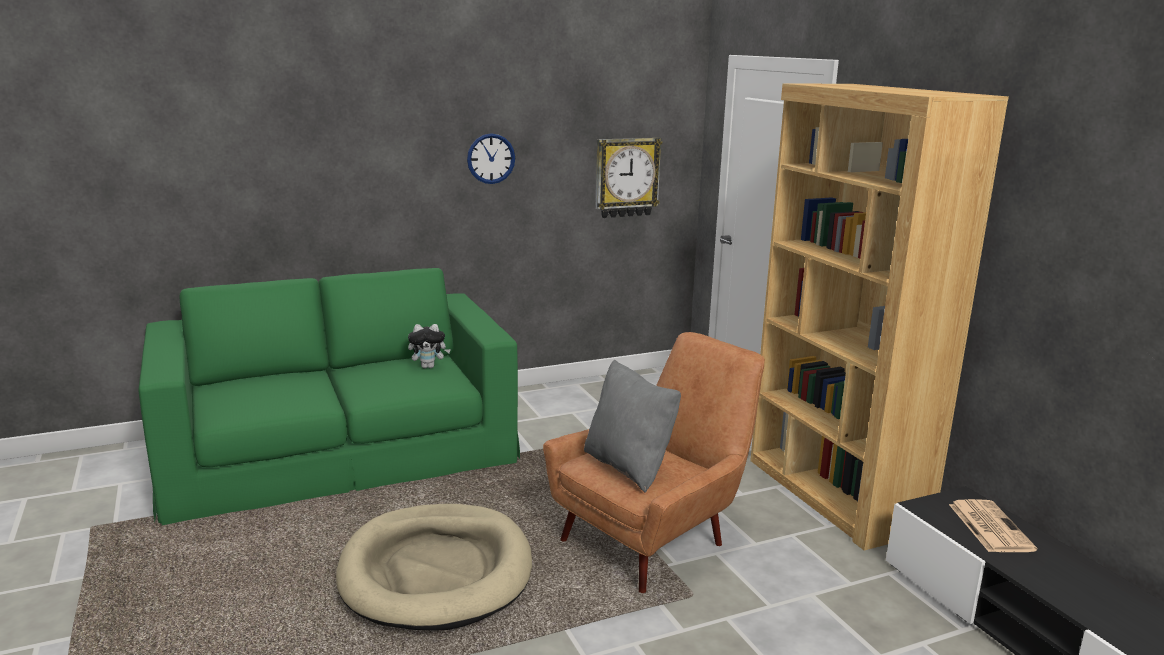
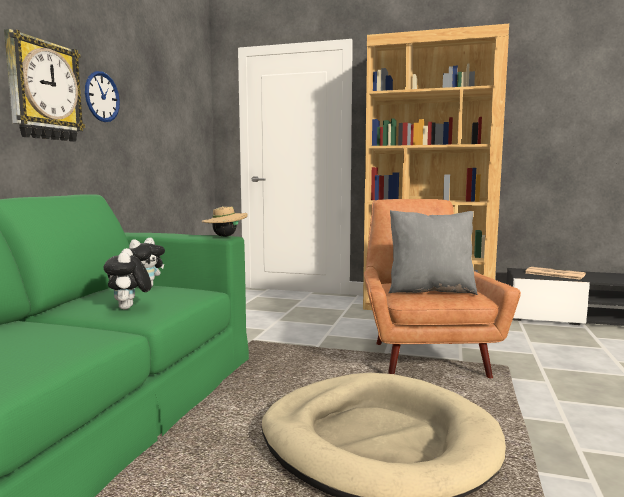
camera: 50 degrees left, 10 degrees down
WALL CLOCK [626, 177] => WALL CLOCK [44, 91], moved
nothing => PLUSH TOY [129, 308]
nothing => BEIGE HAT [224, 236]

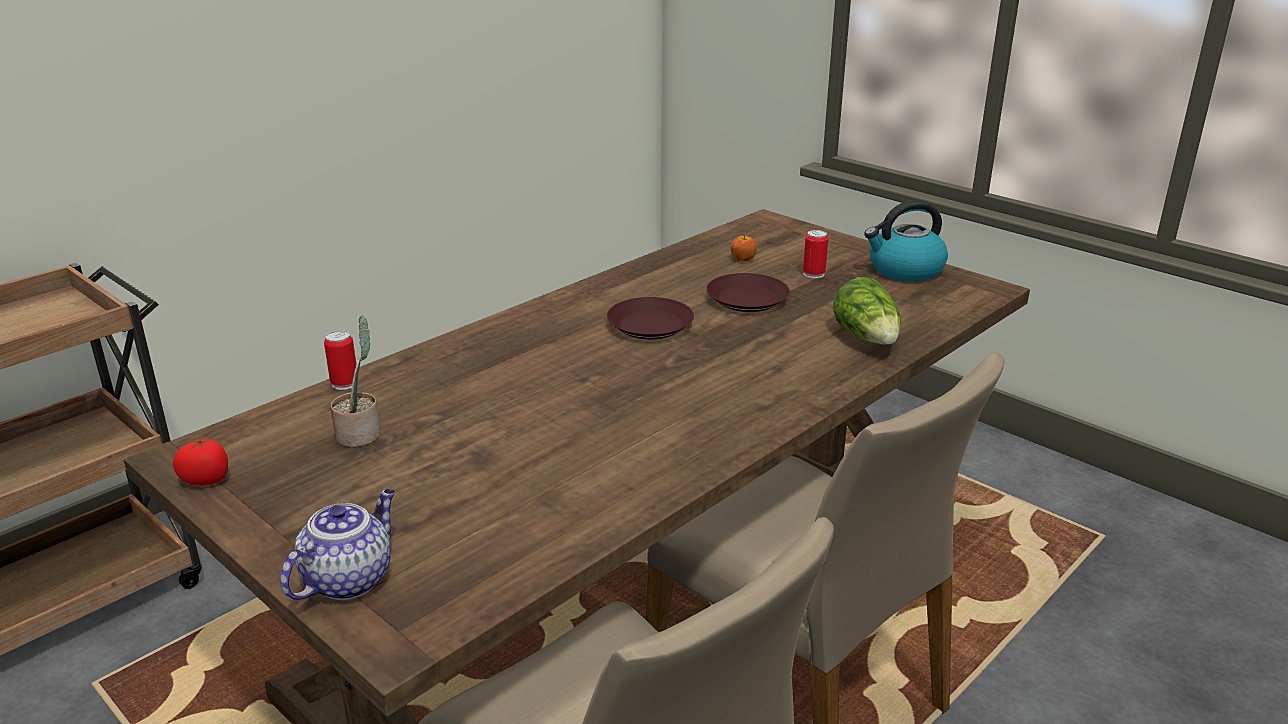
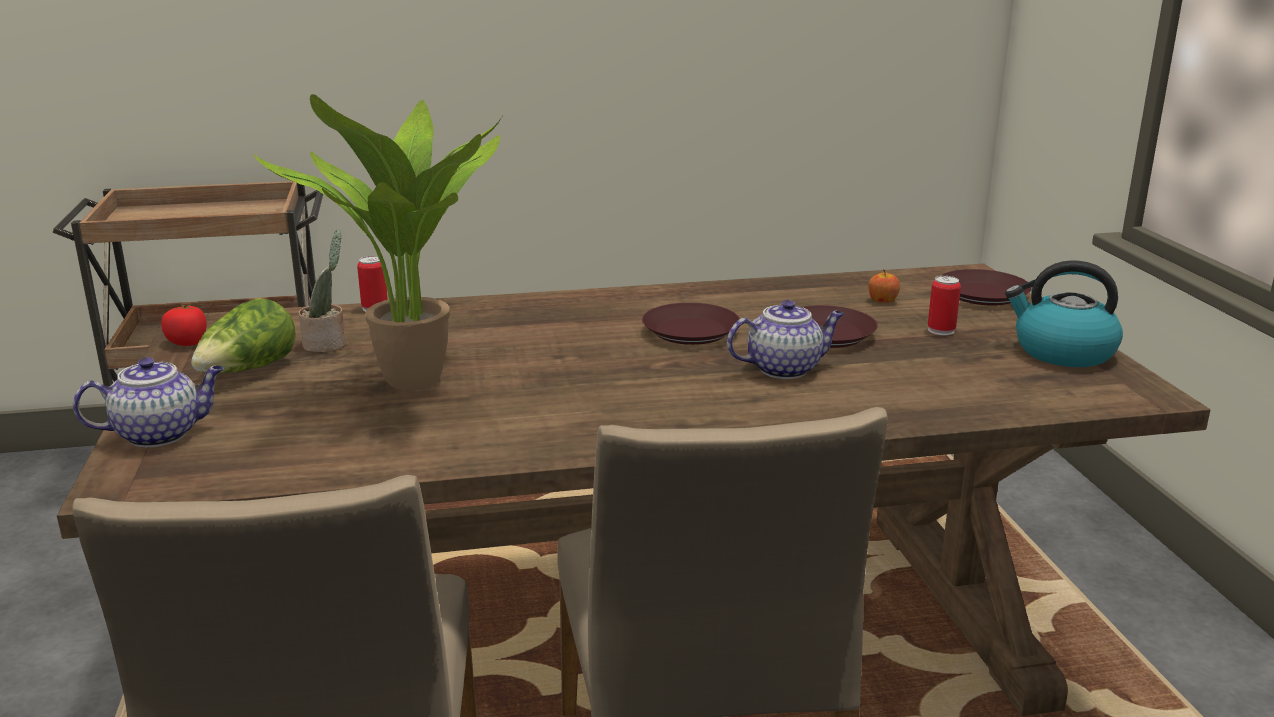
camera: 35 degrees right, 5 degrees down
LETTUCE [868, 339] => LETTUCE [248, 371], moved
nothing => POTTED PLANT [420, 384]
nothing => TEAPOT [785, 368]
nothing => BROWN PLATE [984, 294]

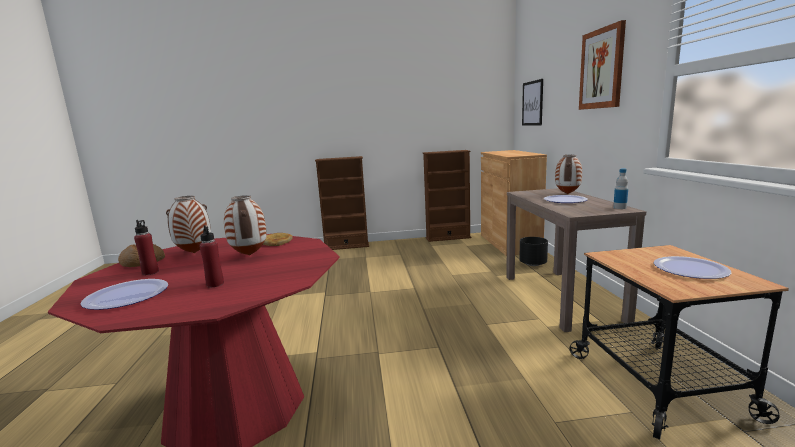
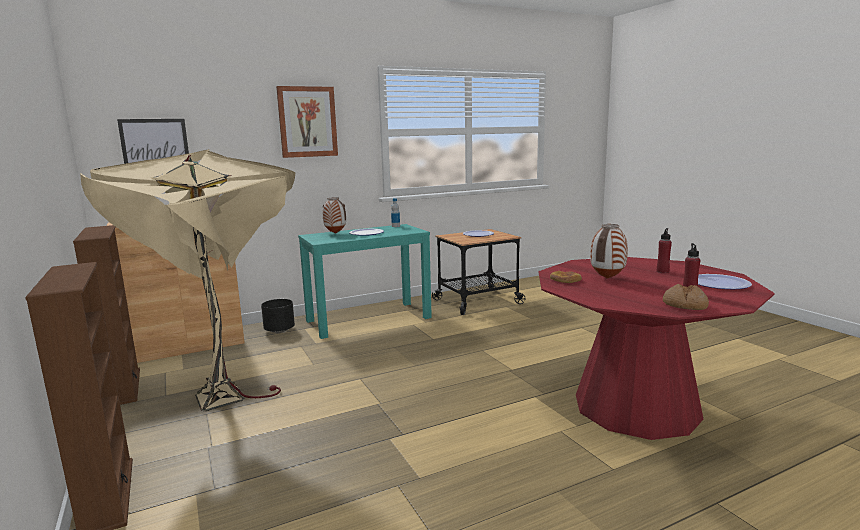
camera: 110 degrees left, 0 degrees up
VASE [194, 253] => nothing
BROWN CONSOLE TABLE [561, 297] => TURQUOISE CONSOLE TABLE [369, 319]
nothing => BEIGE FLOOR LAMP [221, 404]

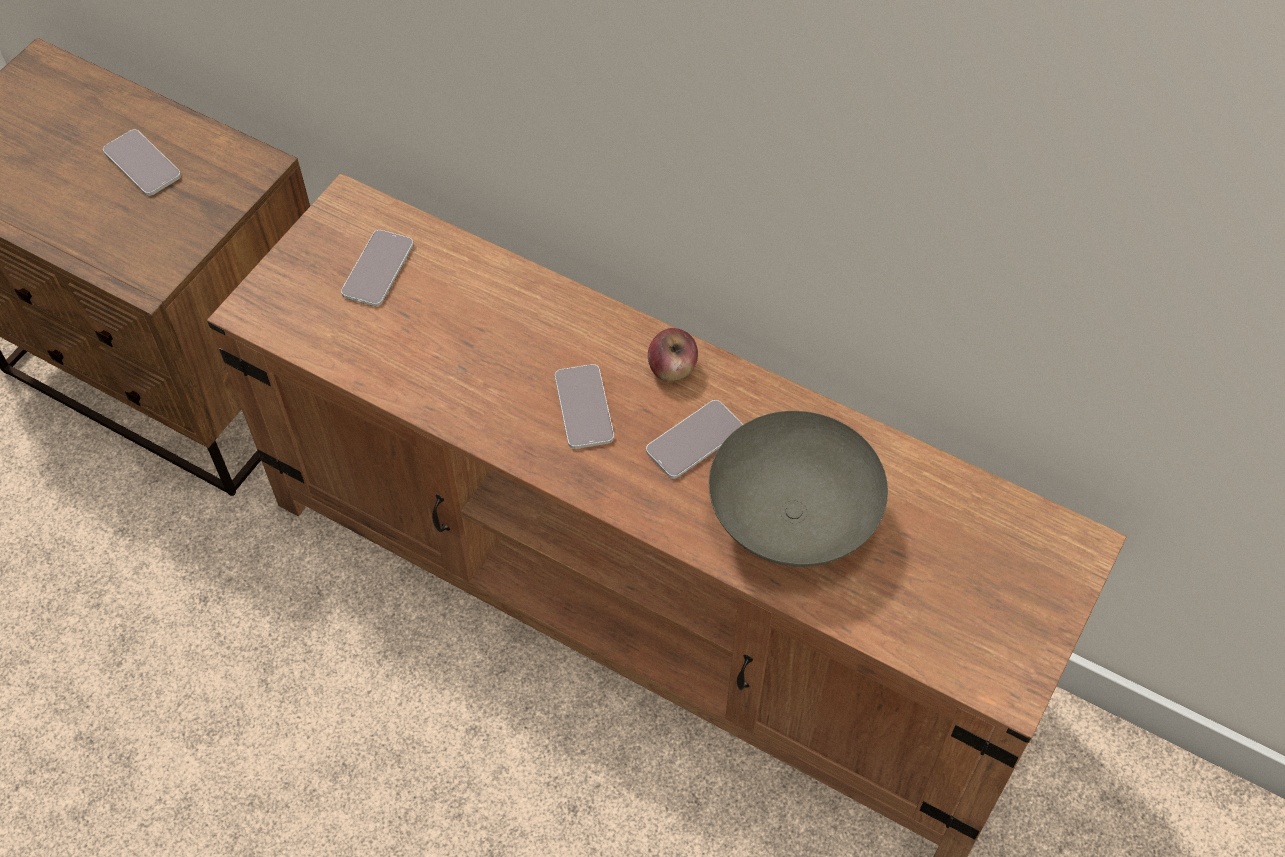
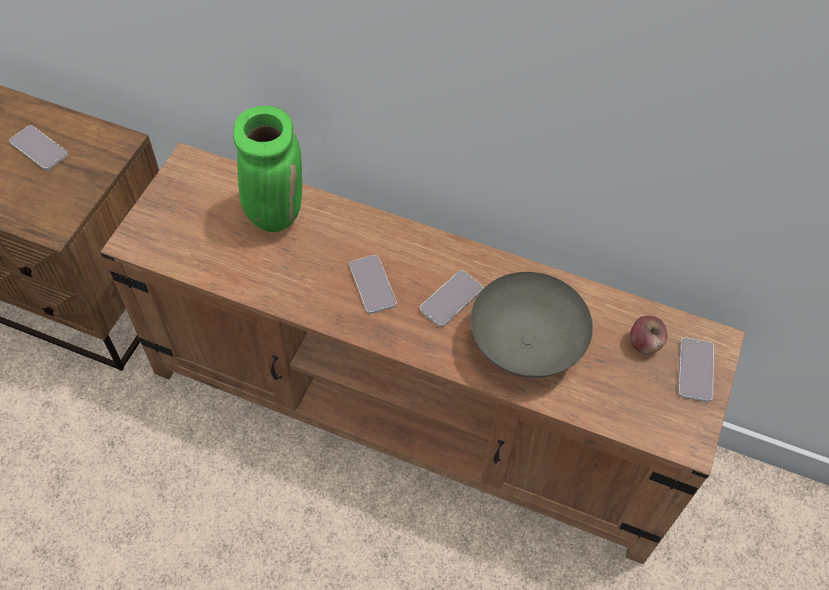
camera: 10 degrees left, 0 degrees up
PHONE [378, 269] => PHONE [695, 370], moved
APPLE [672, 368] => APPLE [644, 343], moved
nothing => GREEN VASE [274, 211]

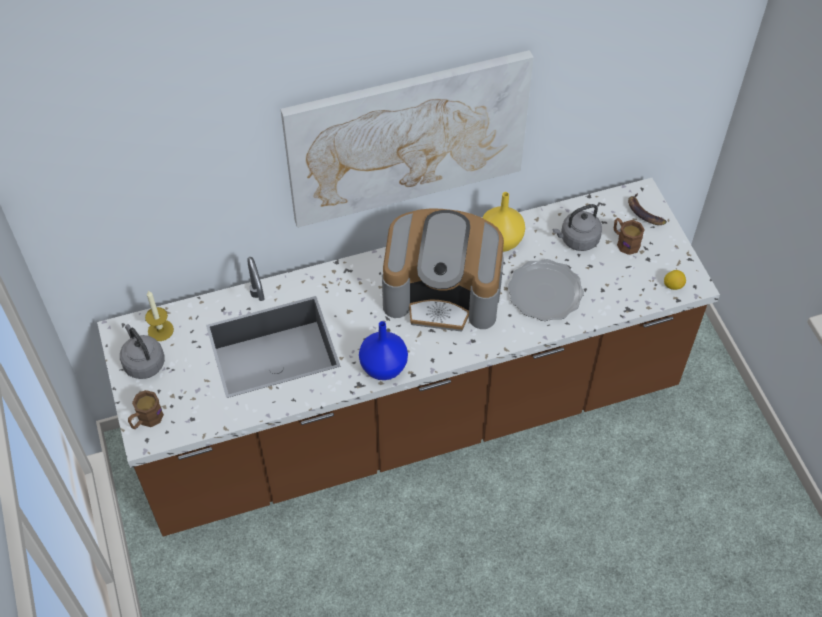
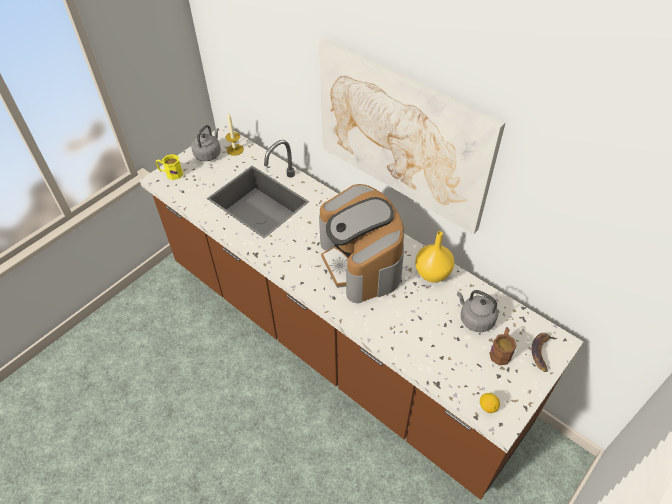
camera: 60 degrees right, 5 degrees down
BROWN MUG [146, 420] => YELLOW MUG [171, 173]
BLUE VASE [384, 367] => nothing
PLATE [545, 293] => nothing

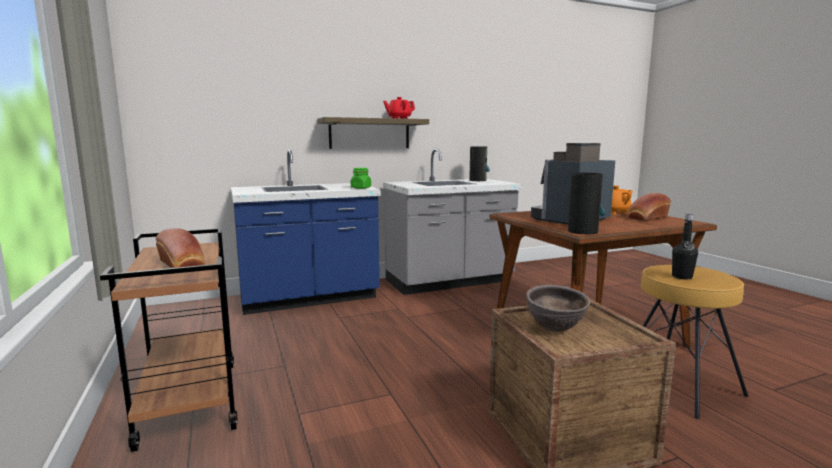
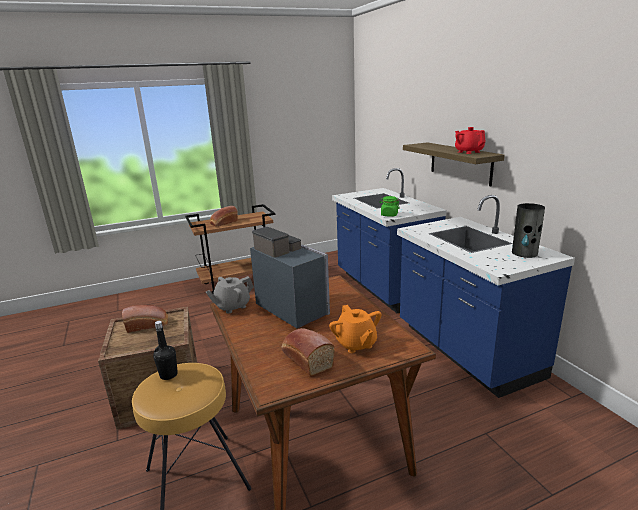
camera: 90 degrees right, 10 degrees up
GREY COUNTER [449, 282] => BLUE COUNTER [465, 351]
BROWN BOWL [554, 330] => BREAD [148, 325]
VASE [583, 231] => GREY TEAPOT [232, 306]

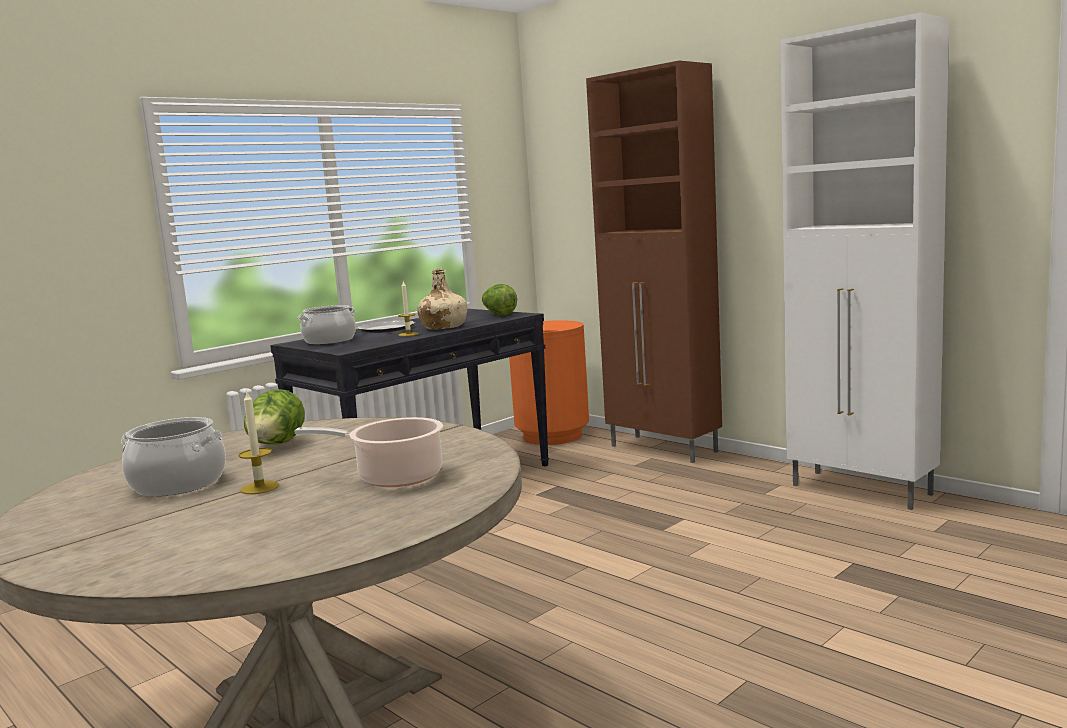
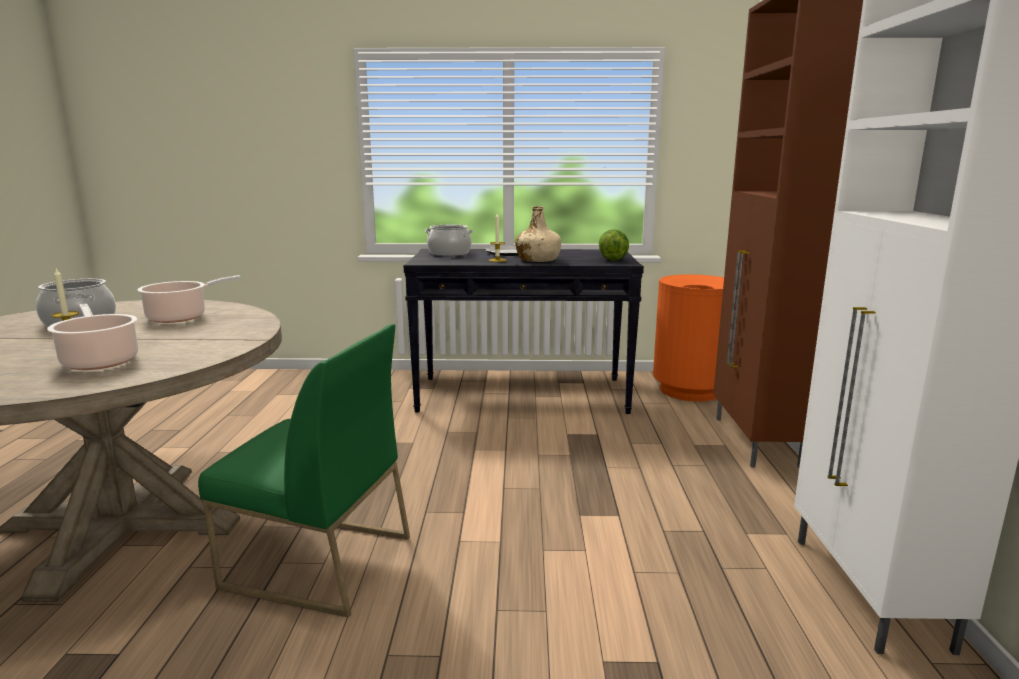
camera: 45 degrees right, 5 degrees up
LETTUCE [276, 446] => COOKING POT [181, 317]
nothing => GREEN CHAIR [316, 562]

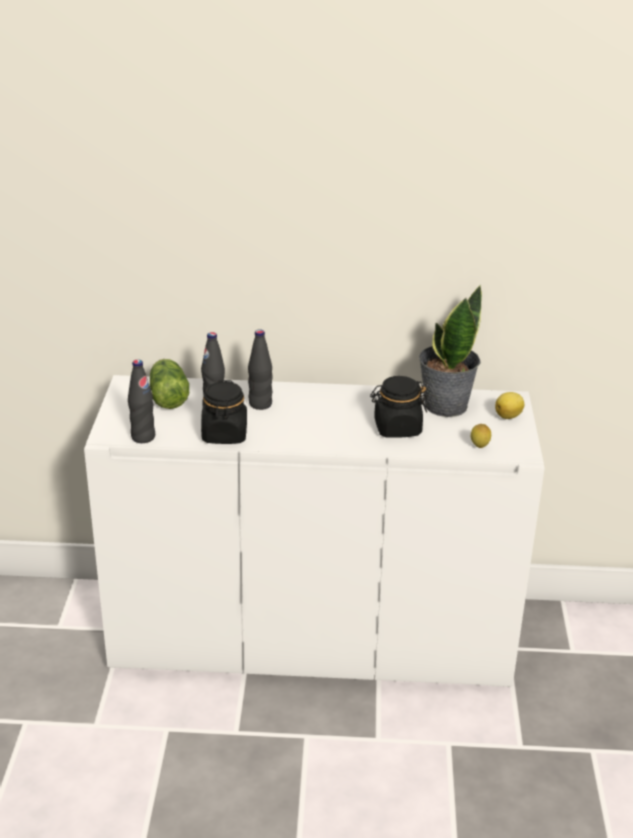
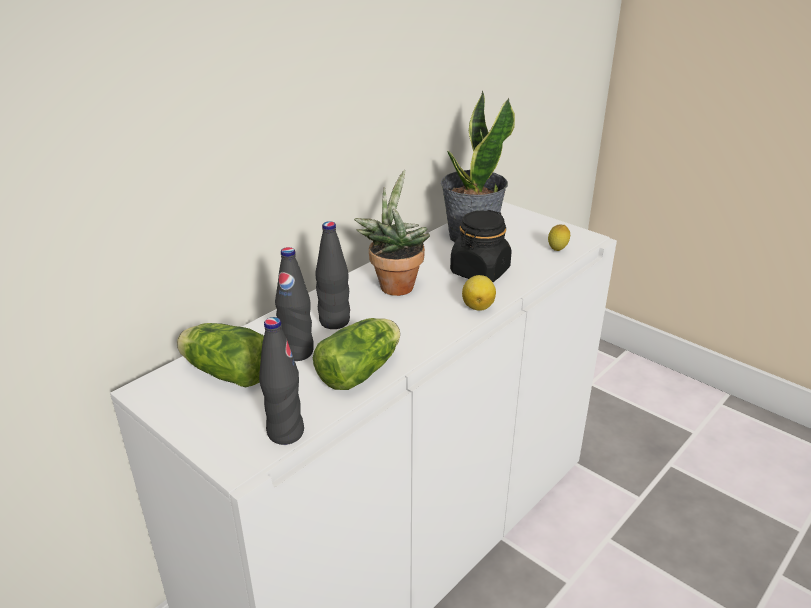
camera: 50 degrees left, 0 degrees up
BLACK JAR [224, 435] => LETTUCE [362, 370]
LEMON [509, 416] => LEMON [478, 306], moved
nothing => POTTED PLANT [394, 284]

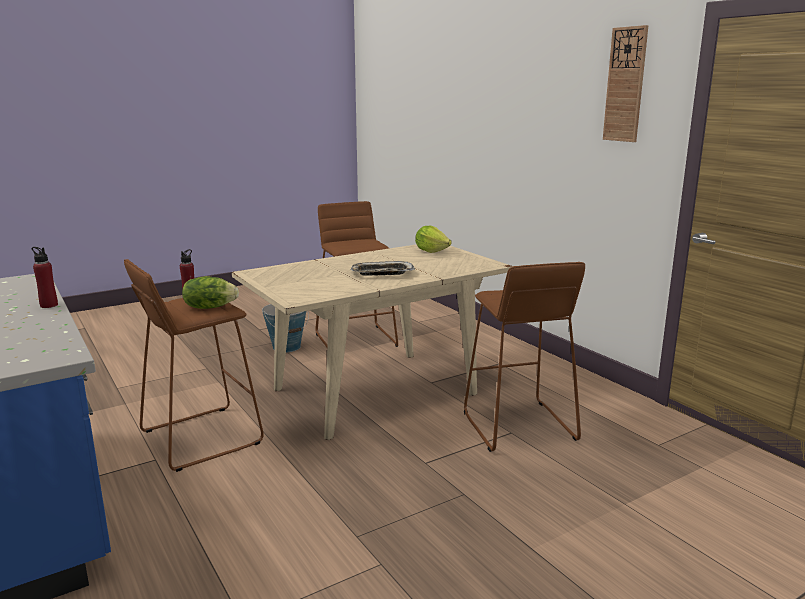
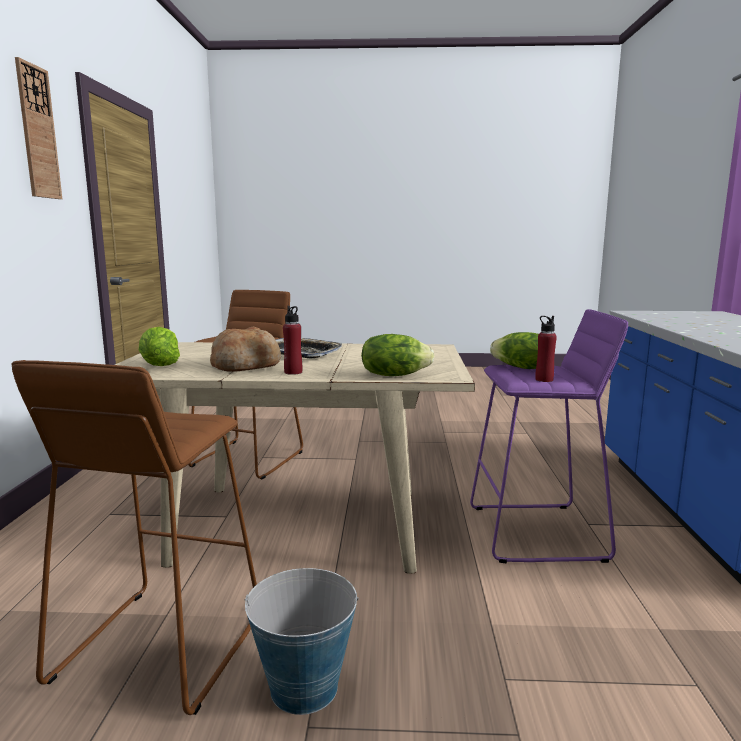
camera: 145 degrees left, 5 degrees down
RED BOTTLE [49, 305] => RED BOTTLE [293, 372], moved
BROWN STOOL [201, 437] => PURPLE STOOL [536, 533]
nothing => BREAD [246, 365]
nothing => LETTUCE [394, 375]

